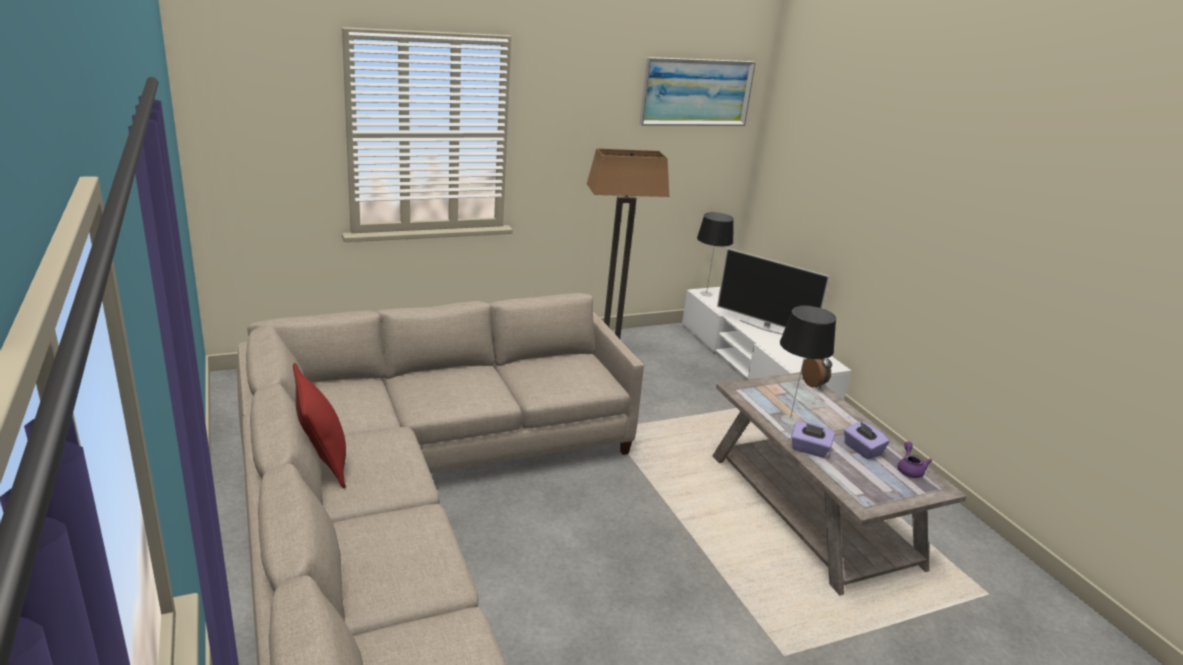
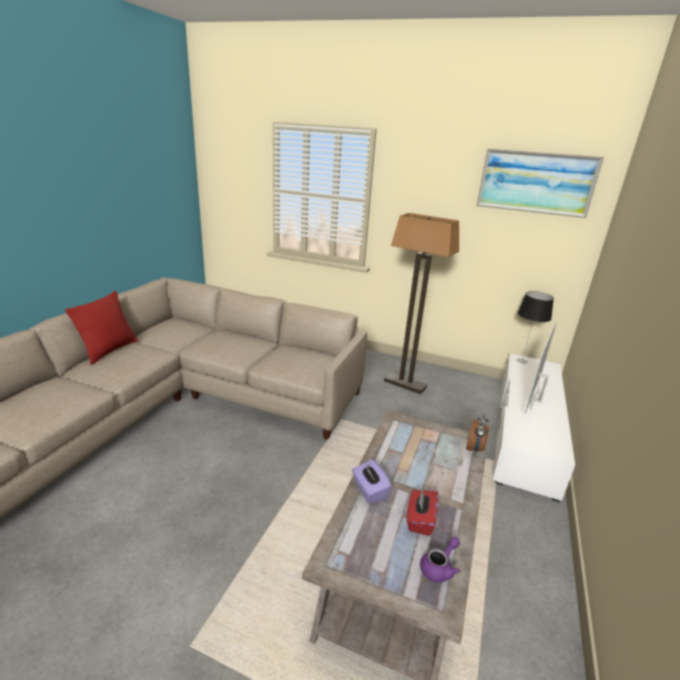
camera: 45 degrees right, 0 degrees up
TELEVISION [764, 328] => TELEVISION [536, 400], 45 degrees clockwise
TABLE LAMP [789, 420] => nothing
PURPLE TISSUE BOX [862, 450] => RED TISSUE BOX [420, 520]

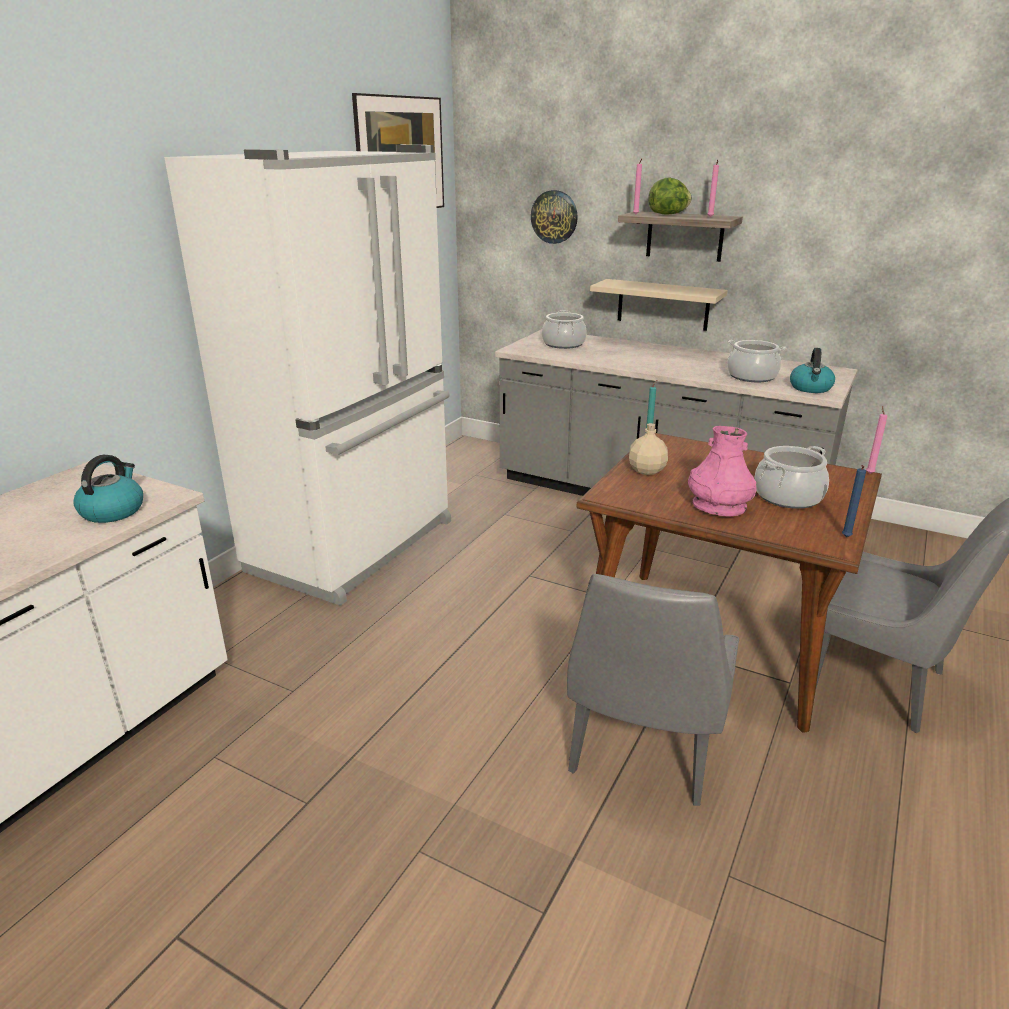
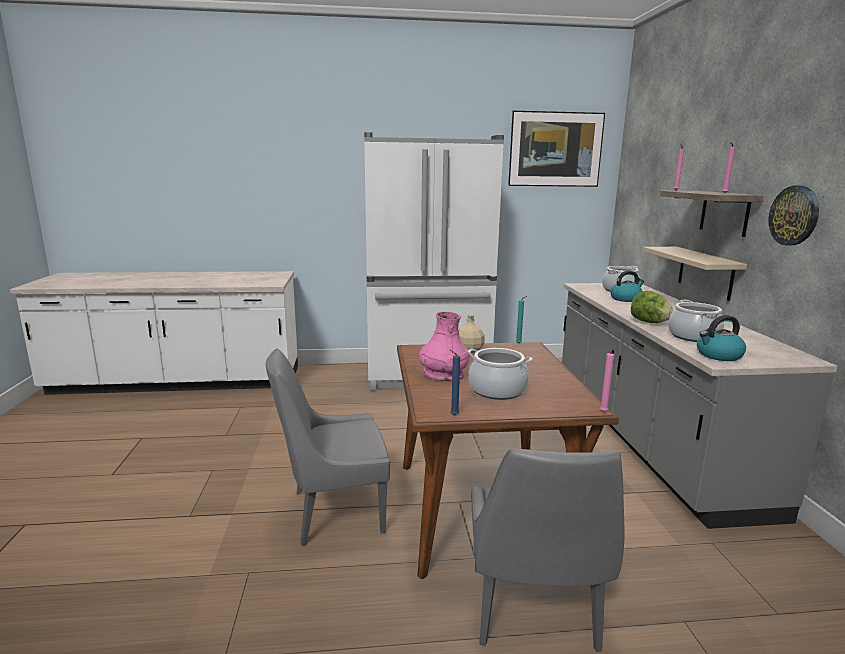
camera: 55 degrees right, 10 degrees down
KETTLE [113, 511] => KETTLE [626, 299], moved
WALL CLOCK [554, 217] => WALL CLOCK [794, 215], moved
LETTUCE [668, 214] => LETTUCE [649, 322], moved

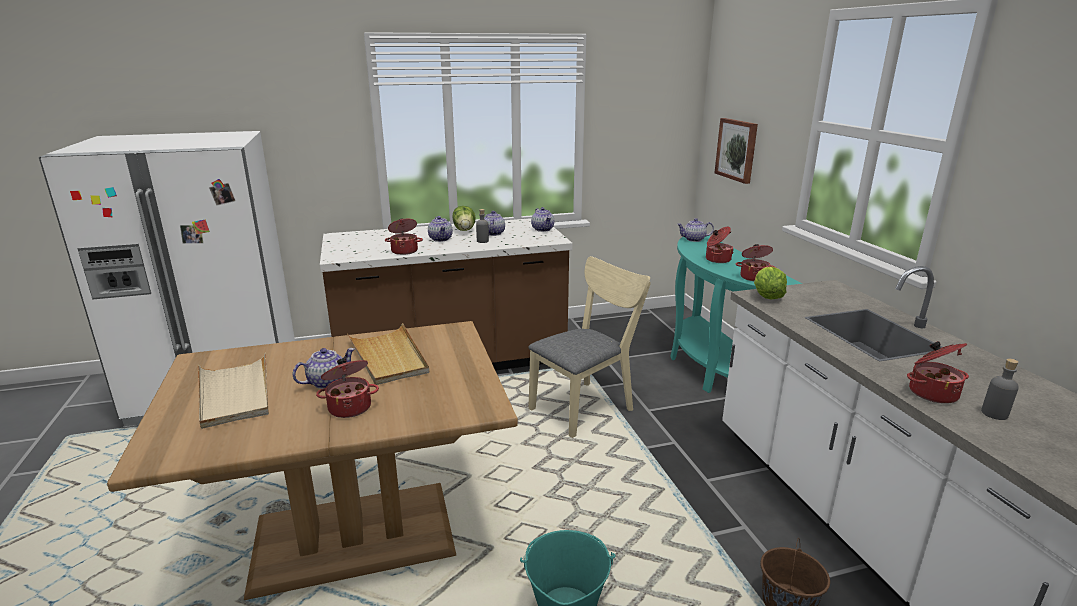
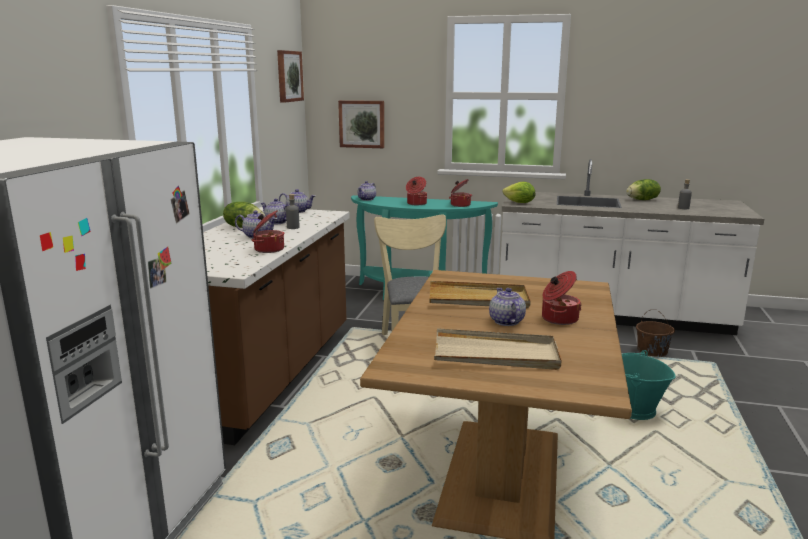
camera: 60 degrees left, 5 degrees down
COOKING POT [932, 392] => nothing
nothing => PICTURE [289, 76]
nothing => LETTUCE [642, 200]

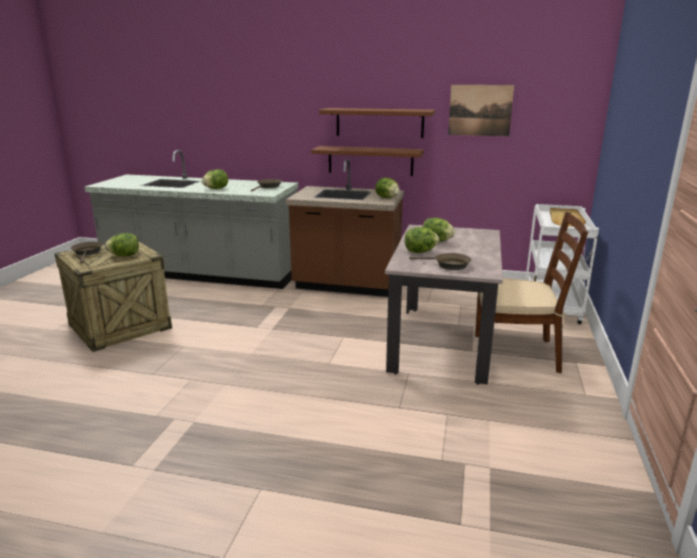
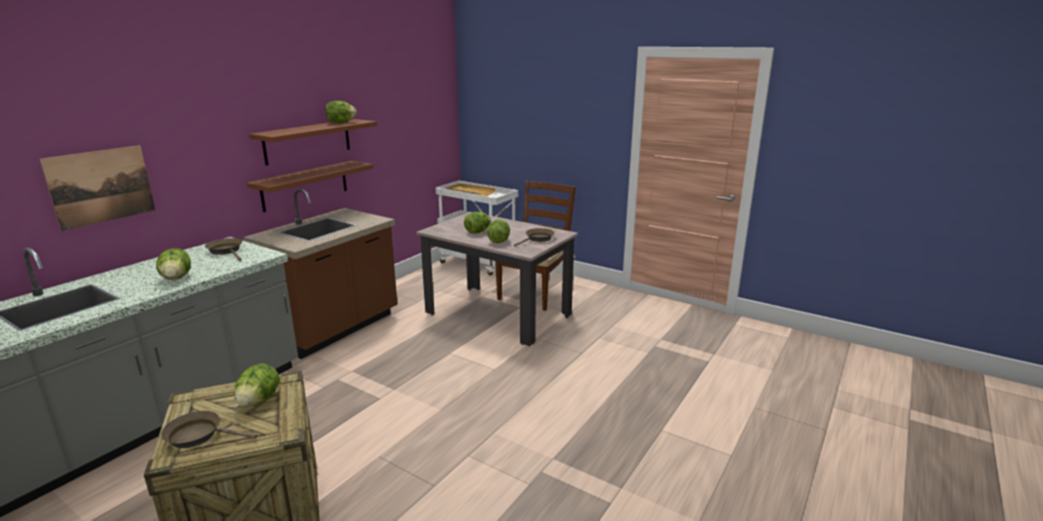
camera: 70 degrees left, 0 degrees up
LETTUCE [387, 198] => LETTUCE [341, 123], moved
PICTURE [480, 110] => PICTURE [101, 186], moved

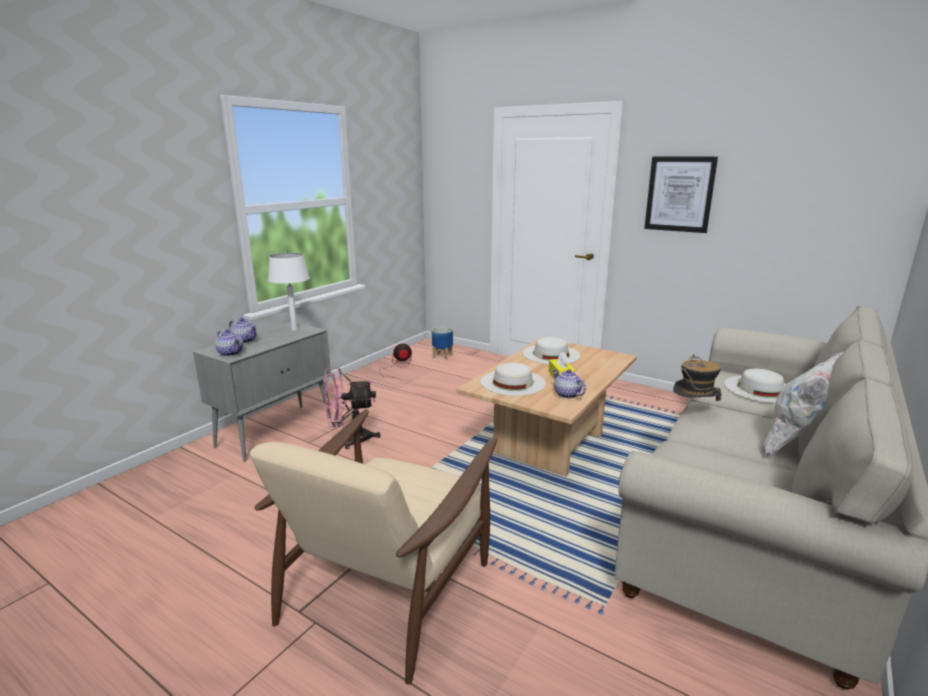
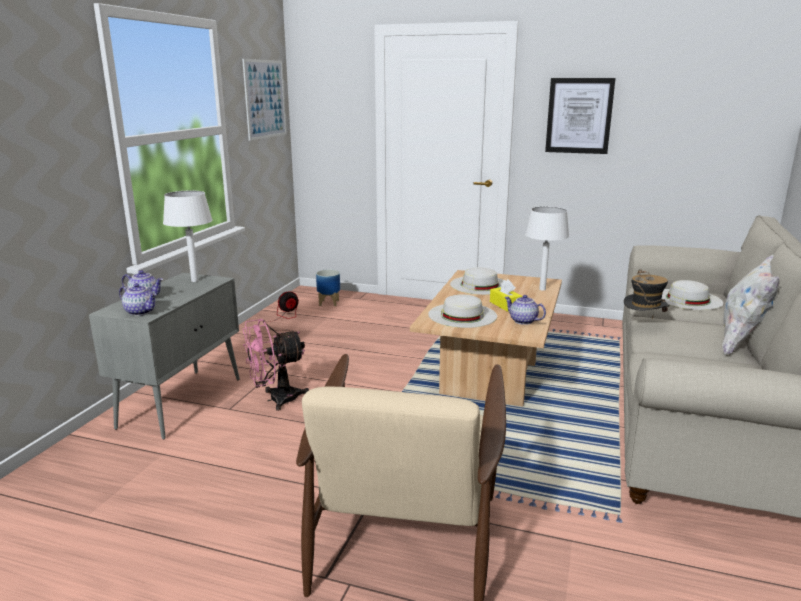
camera: 15 degrees left, 0 degrees up
nothing => PICTURE [265, 99]
nothing => WHITE TABLE LAMP [542, 289]

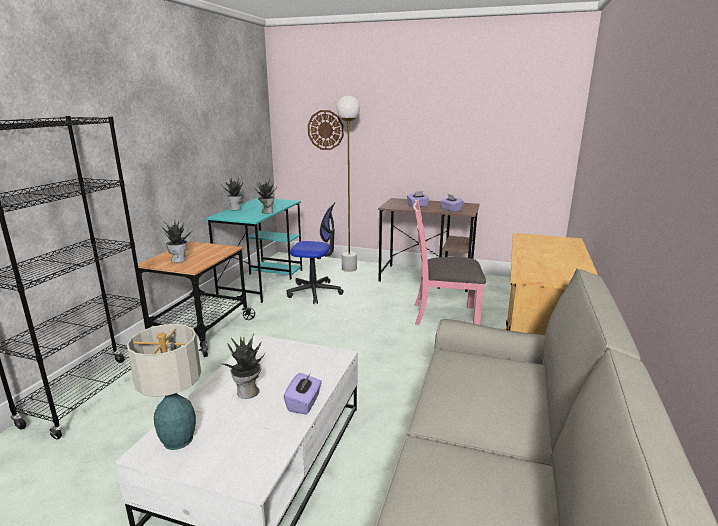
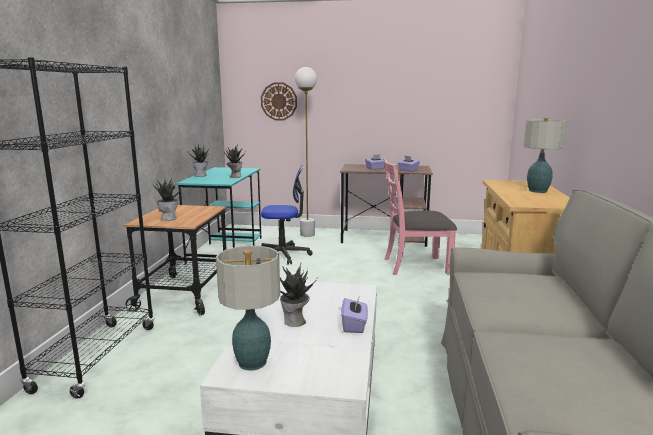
camera: 10 degrees left, 5 degrees down
nothing => TABLE LAMP [538, 191]

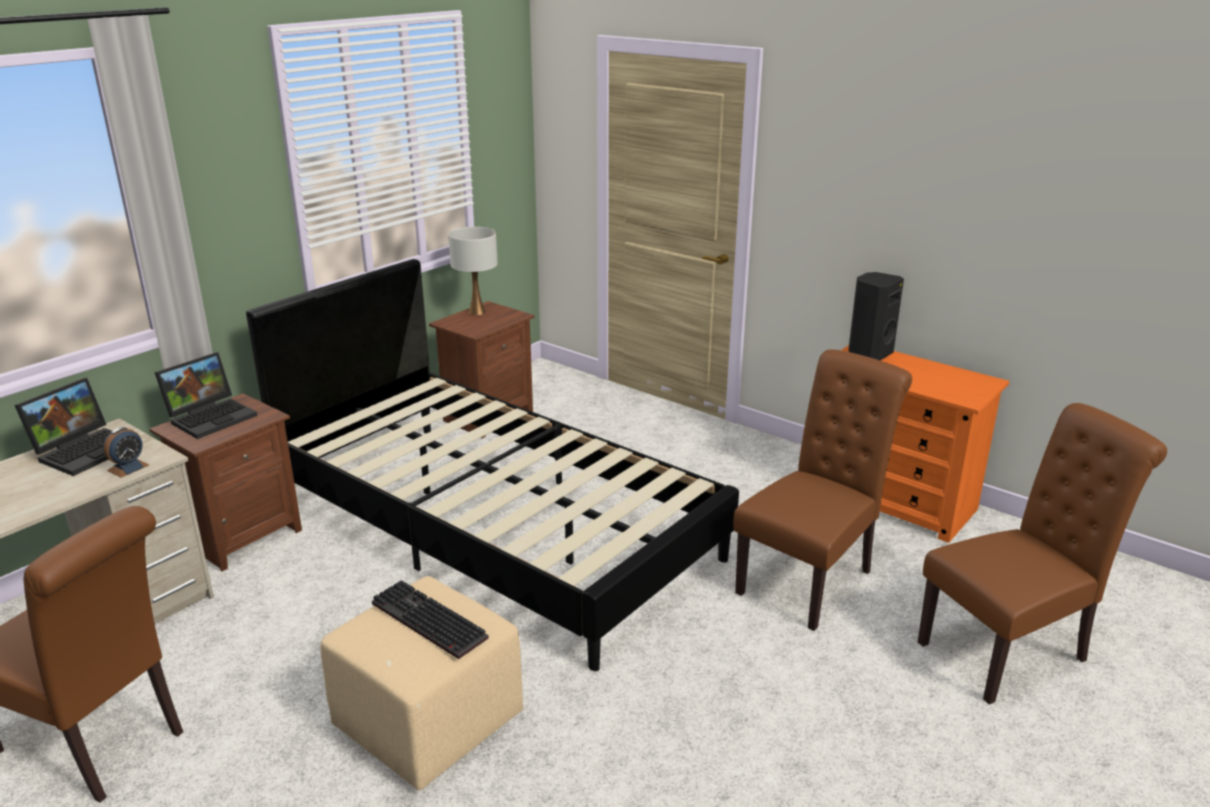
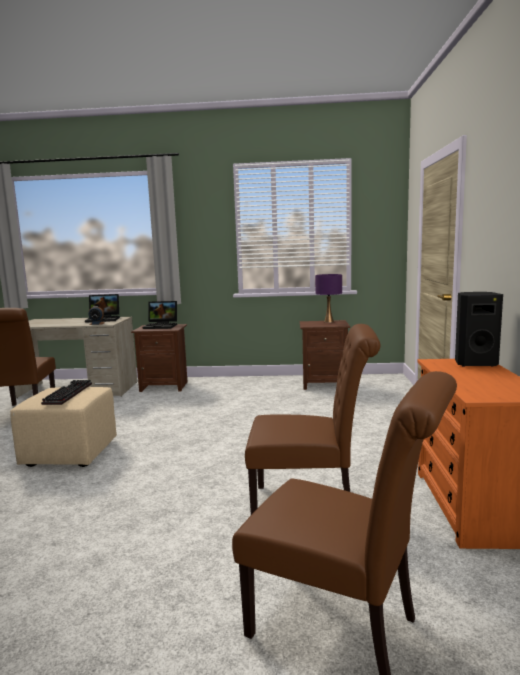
camera: 55 degrees right, 15 degrees down
BLACK BED [493, 526] => nothing
WHITE TABLE LAMP [476, 312] => PURPLE TABLE LAMP [328, 321]

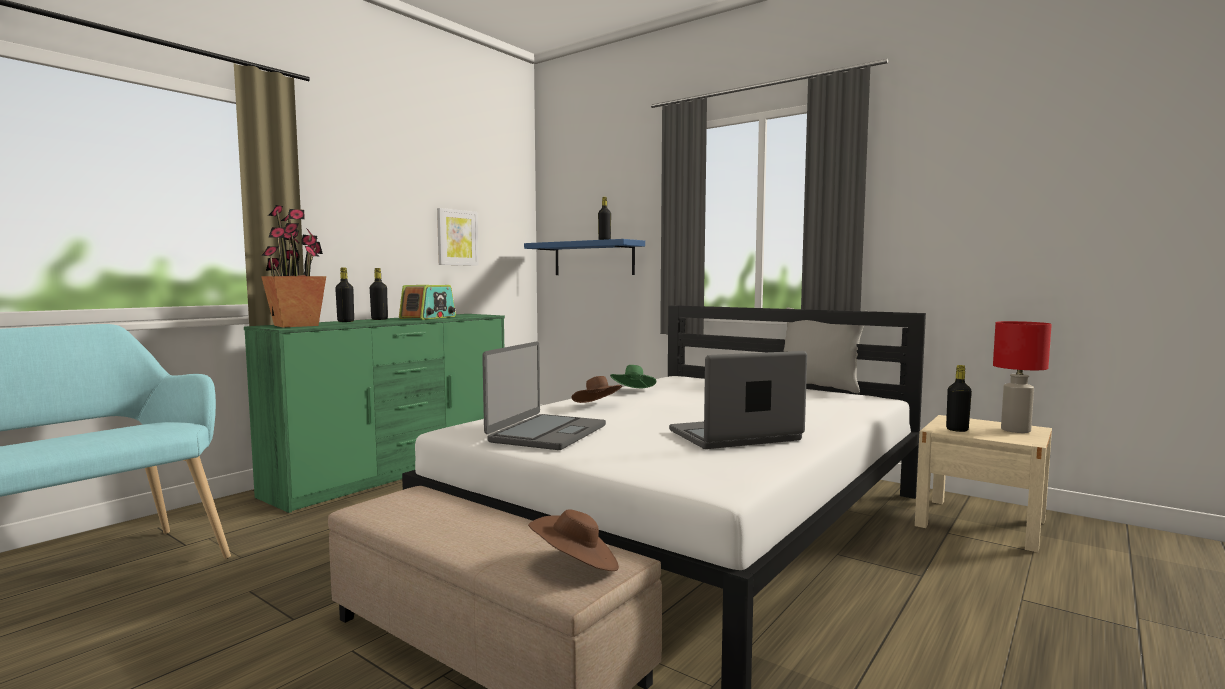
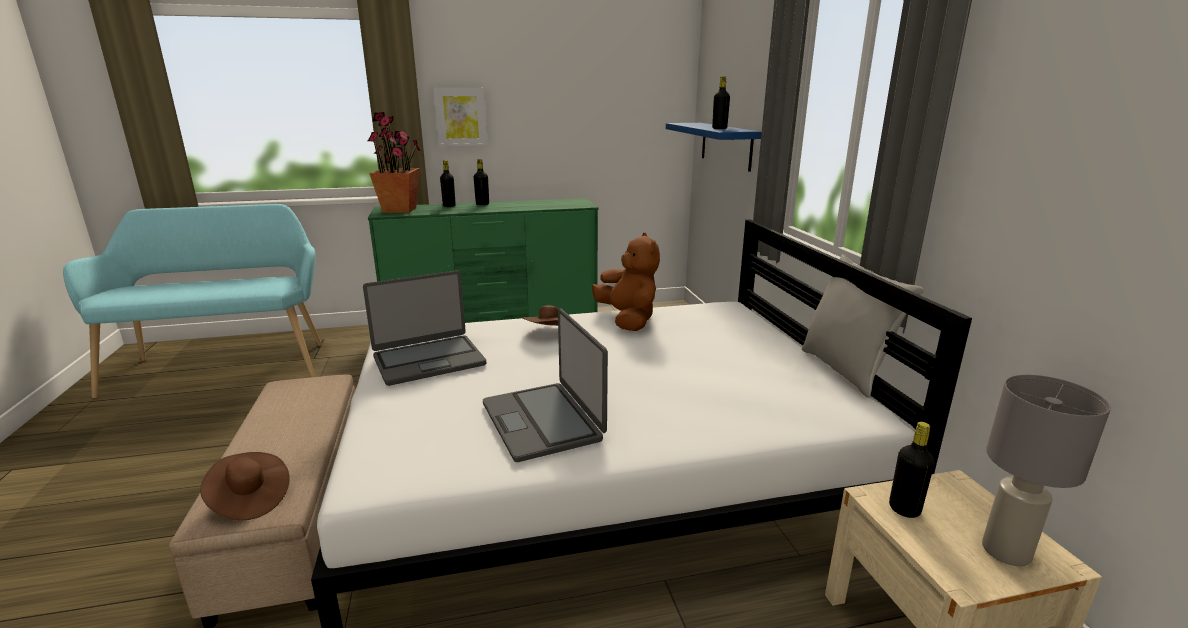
camera: 40 degrees right, 15 degrees up
RADIO [428, 317] => nothing
PICTURE [457, 237] => PICTURE [461, 117], moved
GREEN HAT [633, 391] => BROWN PLUSH TOY [628, 320]
LAPTOP [735, 436] => LAPTOP [543, 421], 135 degrees counterclockwise
RED TABLE LAMP [1014, 430] => GREY TABLE LAMP [1005, 550]

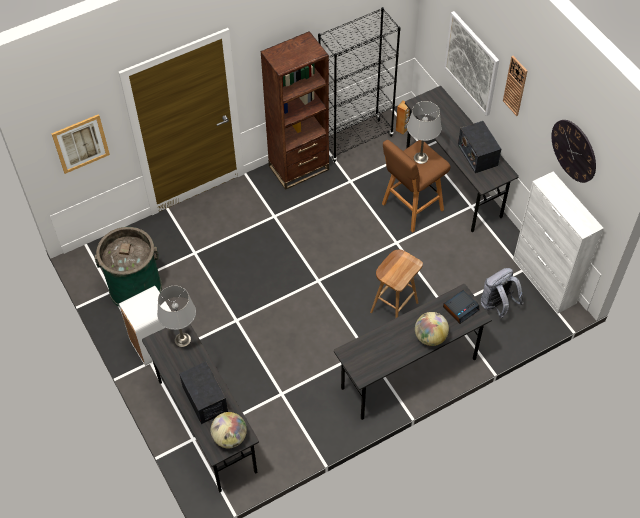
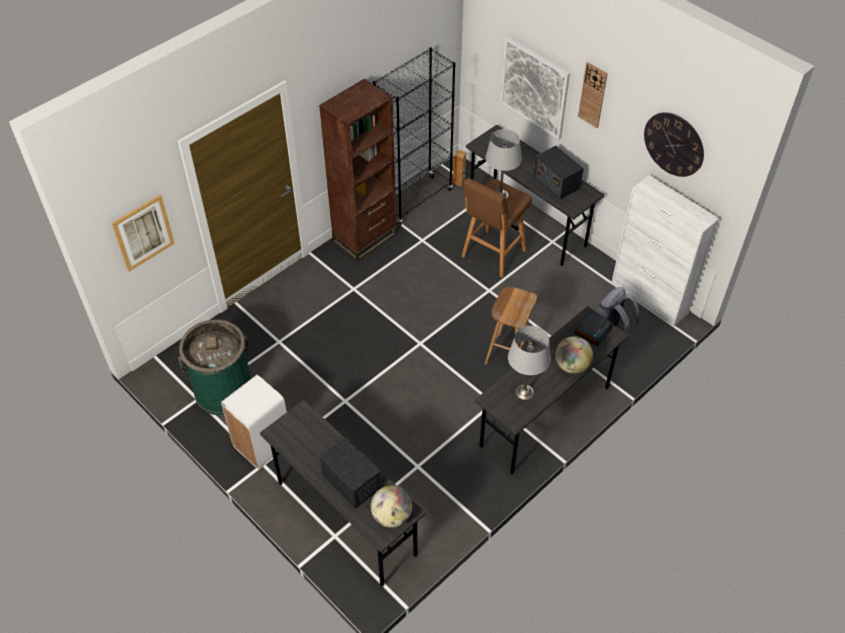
camera: 15 degrees left, 5 degrees down
GREY TABLE LAMP [182, 339] => GREY TABLE LAMP [524, 392], moved

